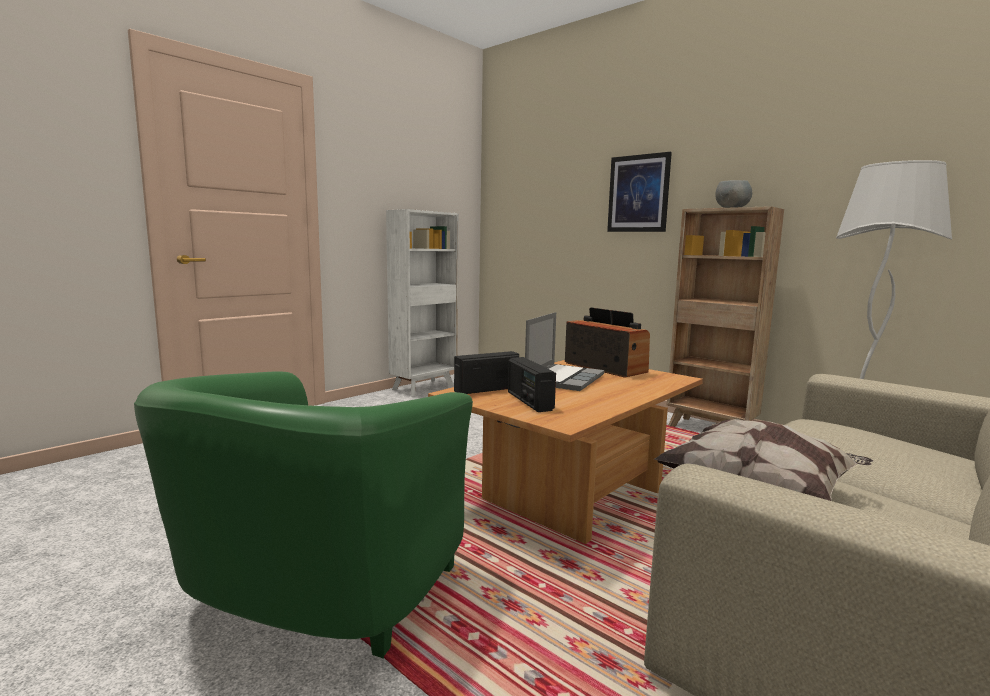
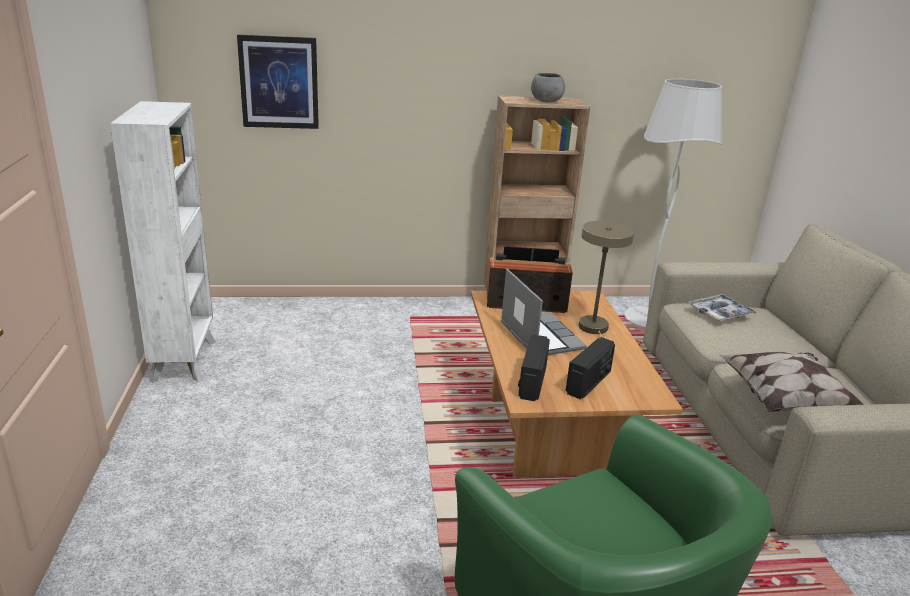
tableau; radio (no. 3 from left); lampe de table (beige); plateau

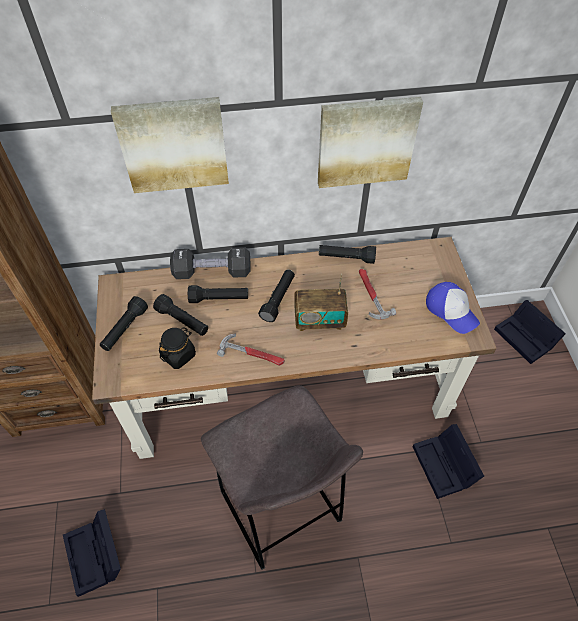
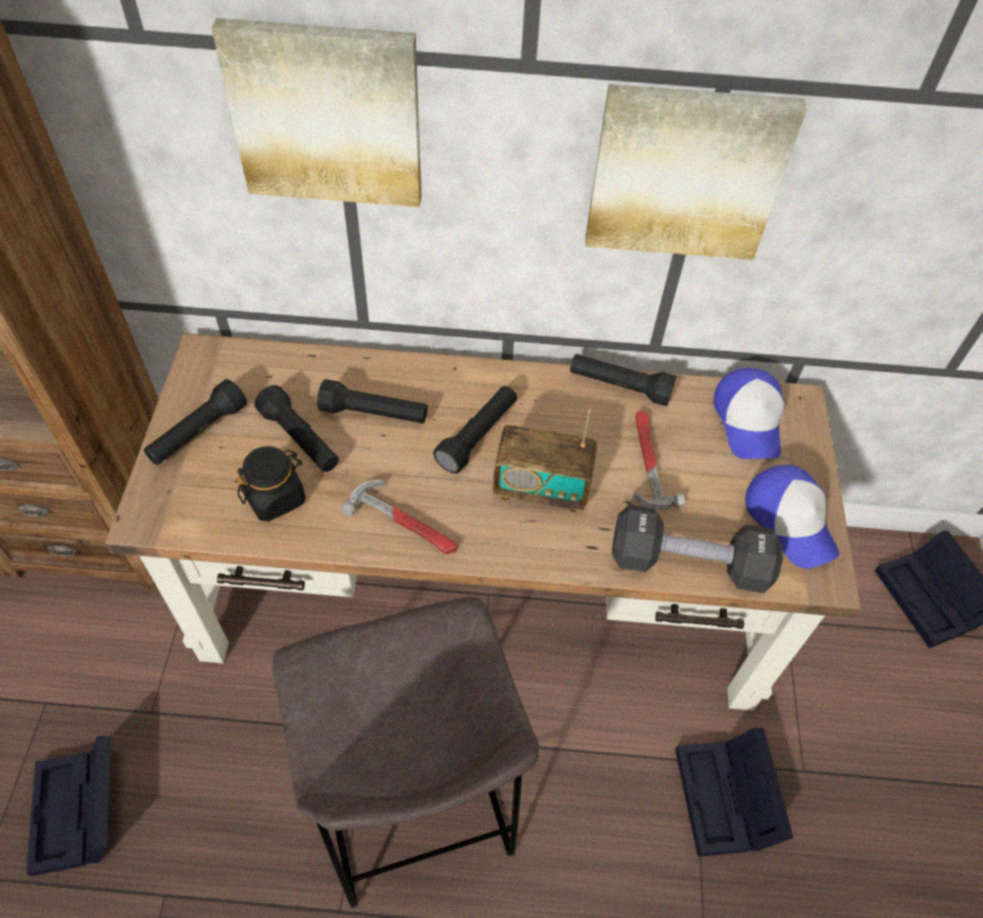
haltère (noir); casquette (no. 1 from left)

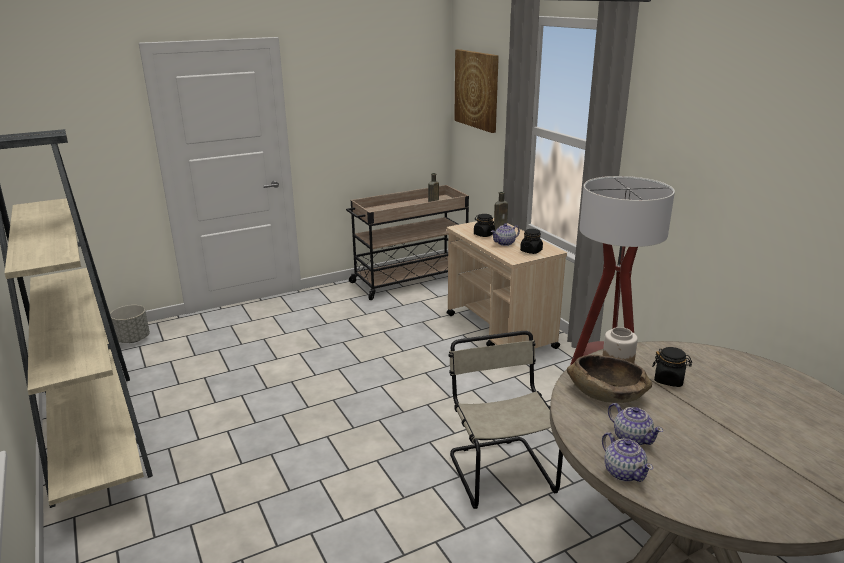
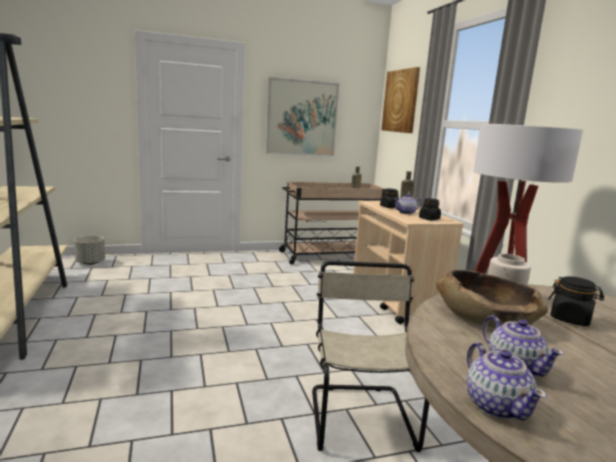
tableau (no. 1 from left)

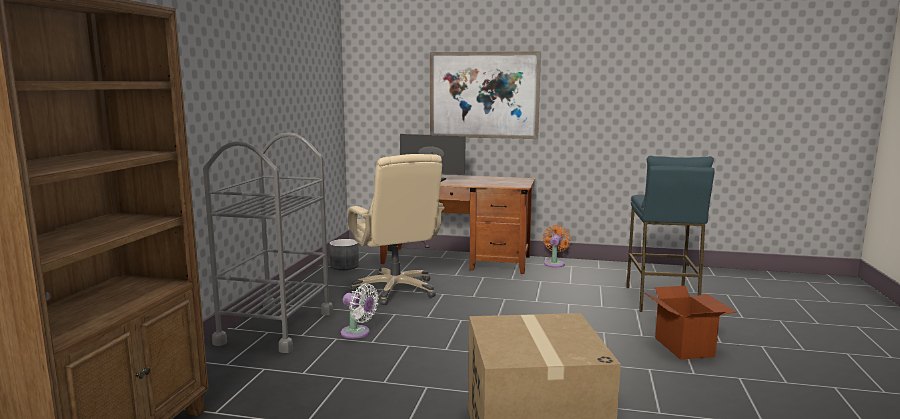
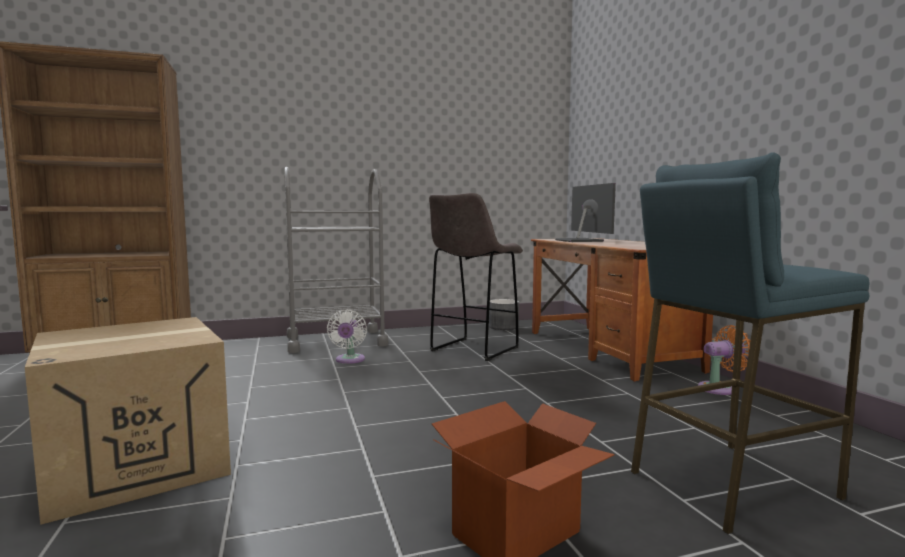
tableau; tabouret (gris)

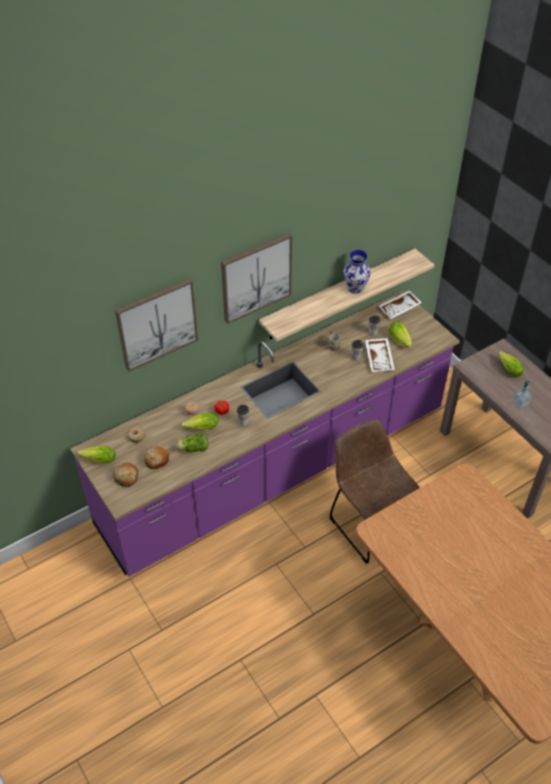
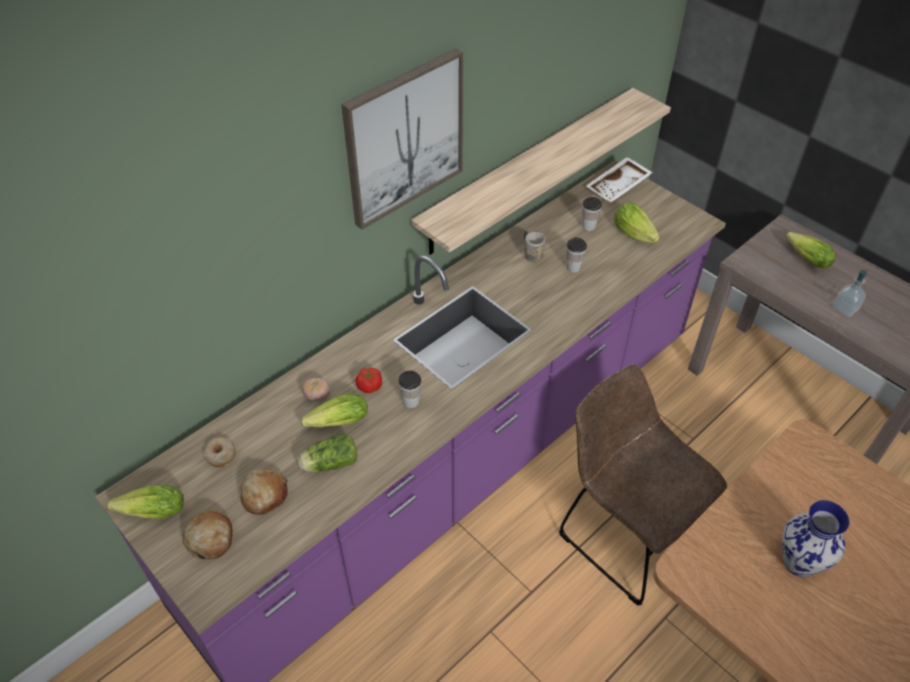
vase; tableau (no. 1 from left in the first image); plateau (blanc) (no. 1 from left in the first image)

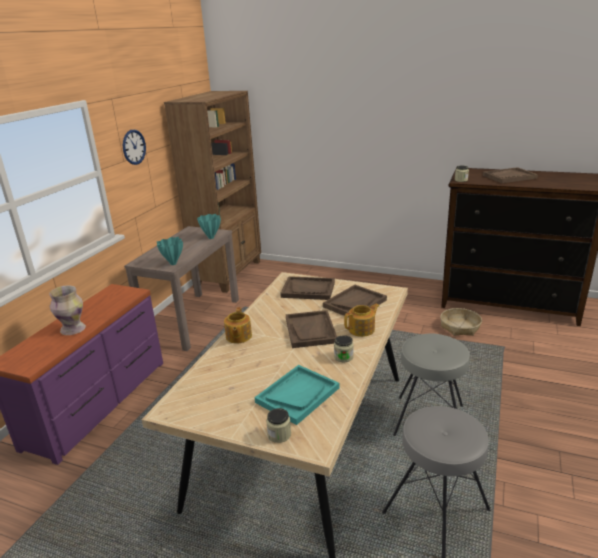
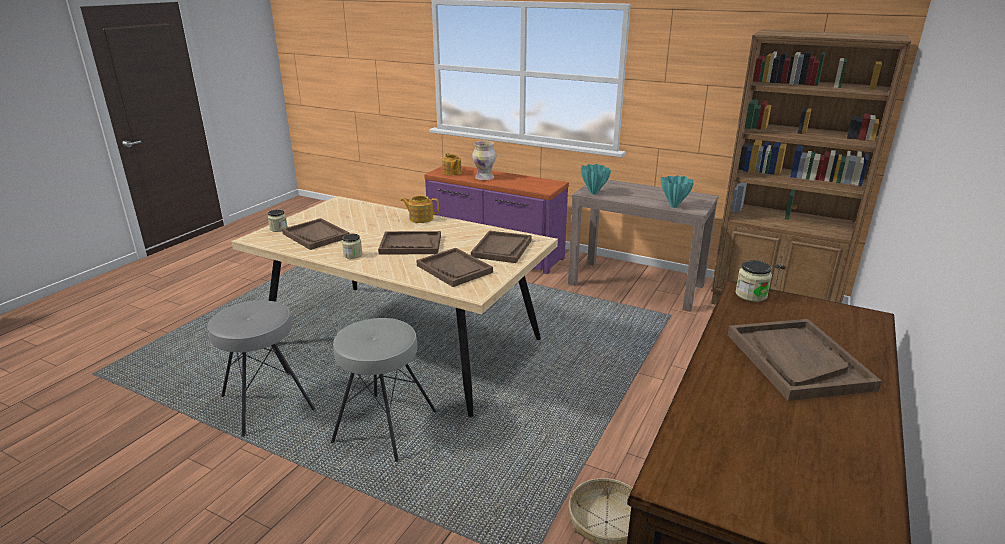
horloge murale; théière (no. 2 from left); plateau (marron) (no. 1 from left)

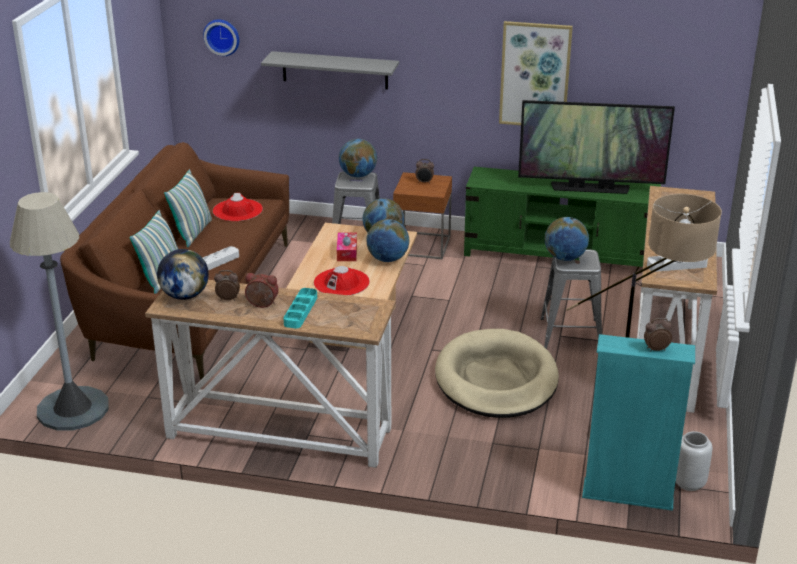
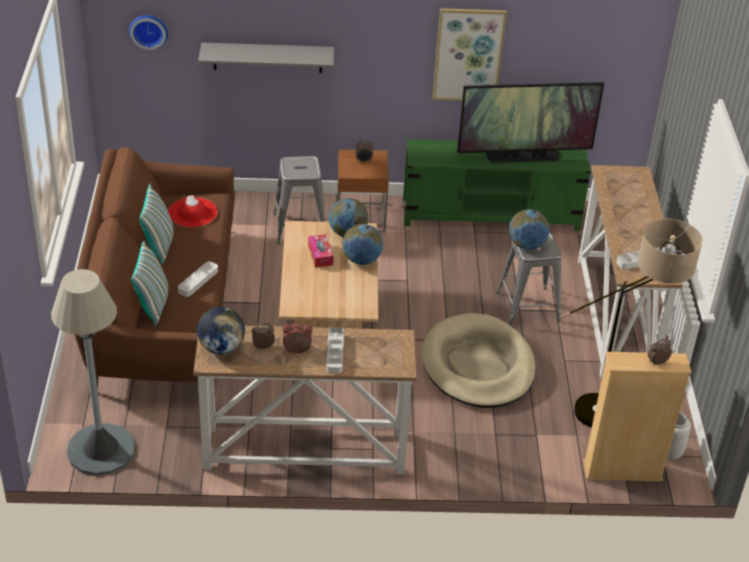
globe (no. 2 from left in the first image); chapeau (rouge) (no. 2 from left in the first image); plateau (gris) (no. 2 from left); bibliothèque (beige)

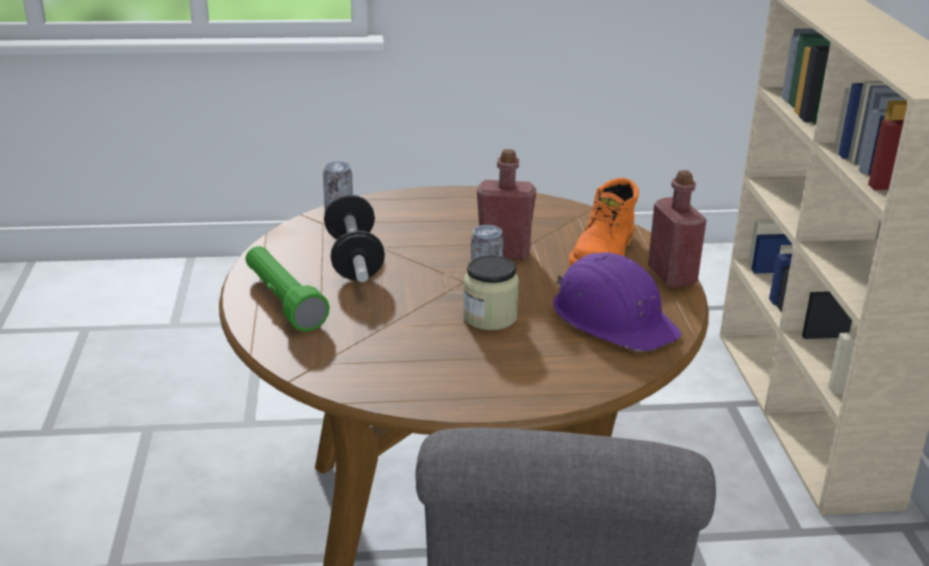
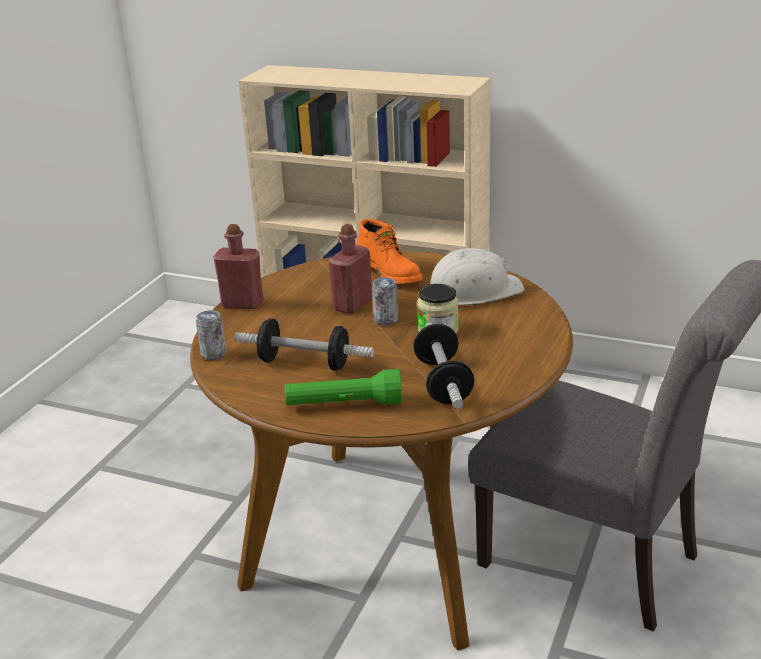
bouteille (rouge) (no. 1 from left); casque de chantier (blanc); haltère (no. 2 from left)

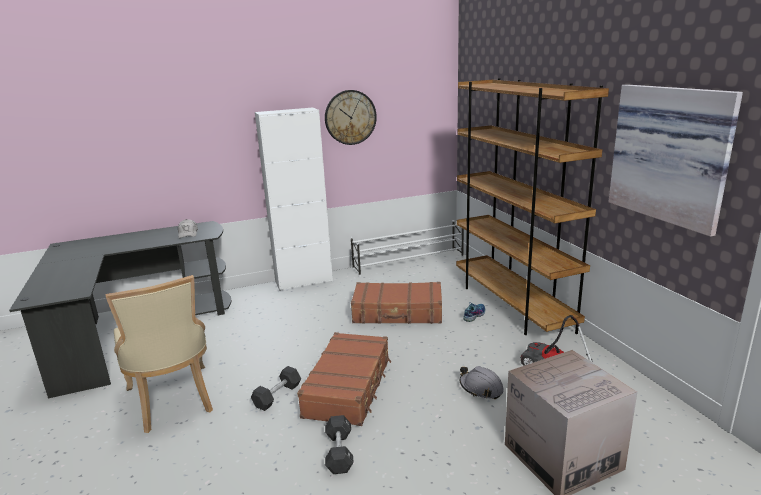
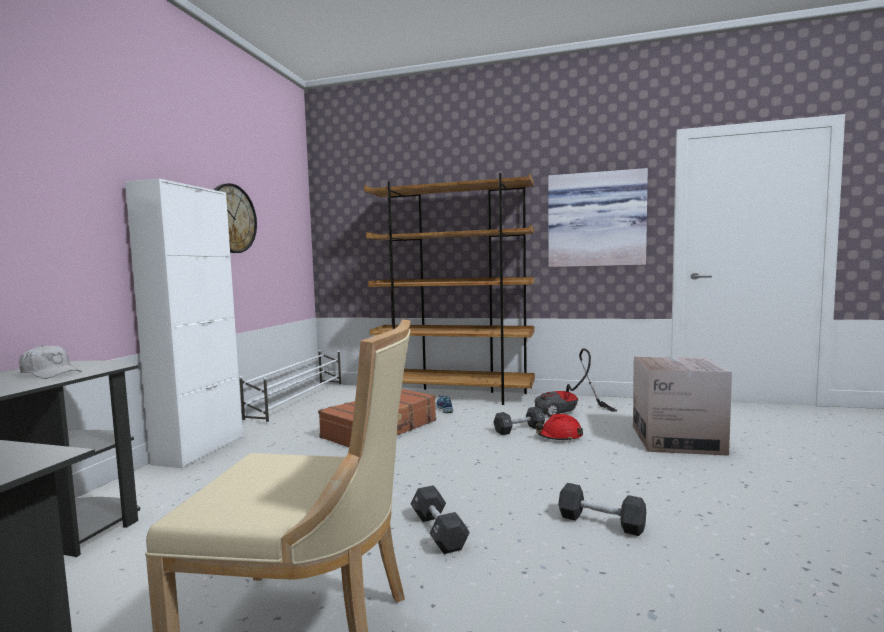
valise (marron) (no. 1 from left in the first image); casque de chantier (rouge); haltère (noir) (no. 2 from left)

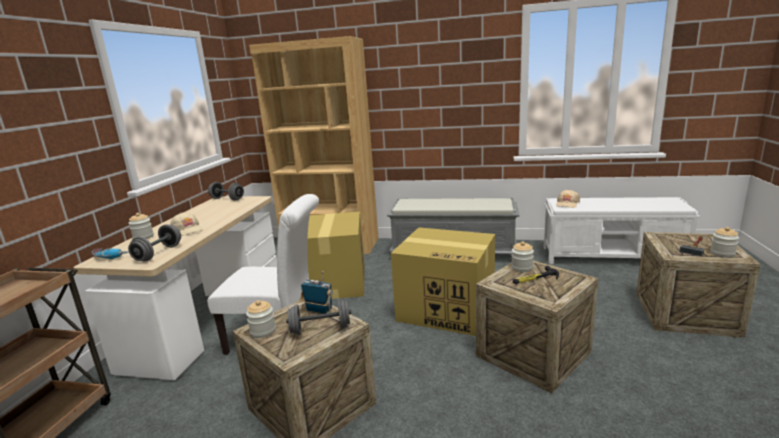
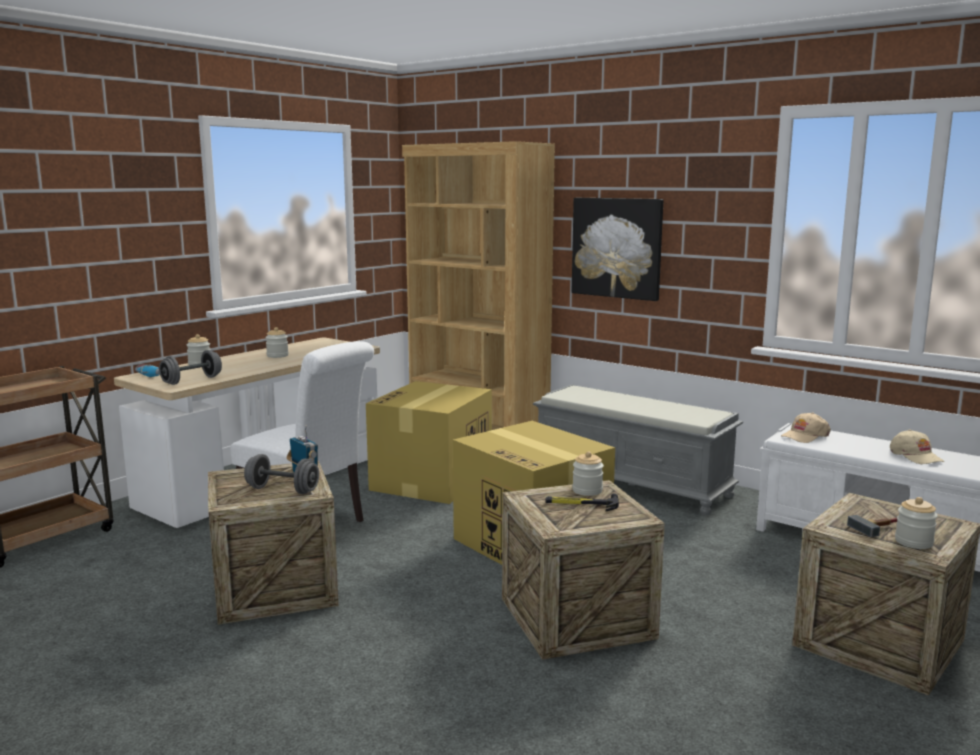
haltère (gris) (no. 2 from left in the first image); casquette (beige) (no. 2 from left); bocal (no. 2 from left); tableau

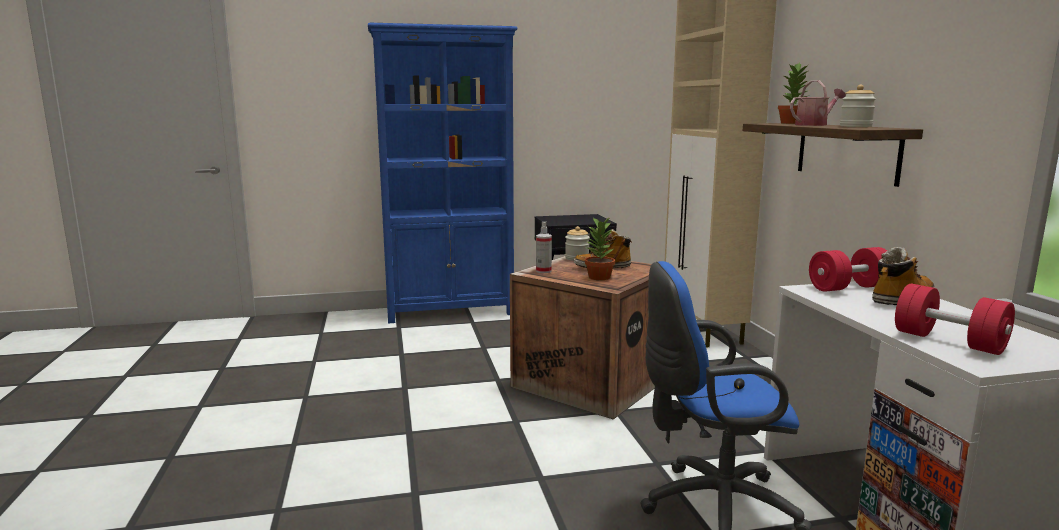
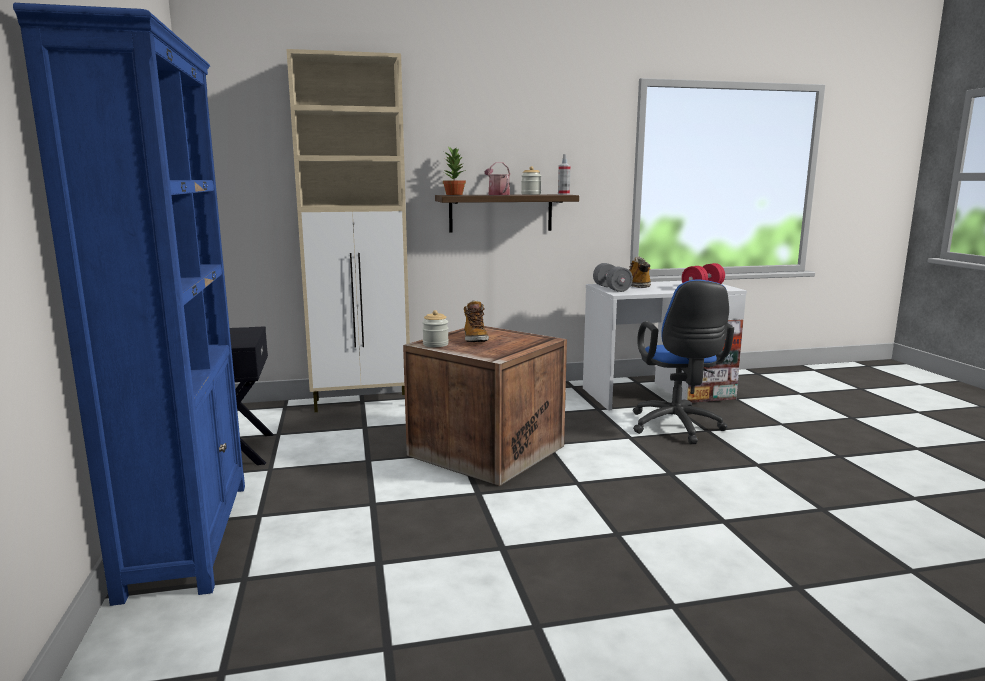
plante en pot (no. 1 from left in the first image); vaporisateur; haltère (gris)

